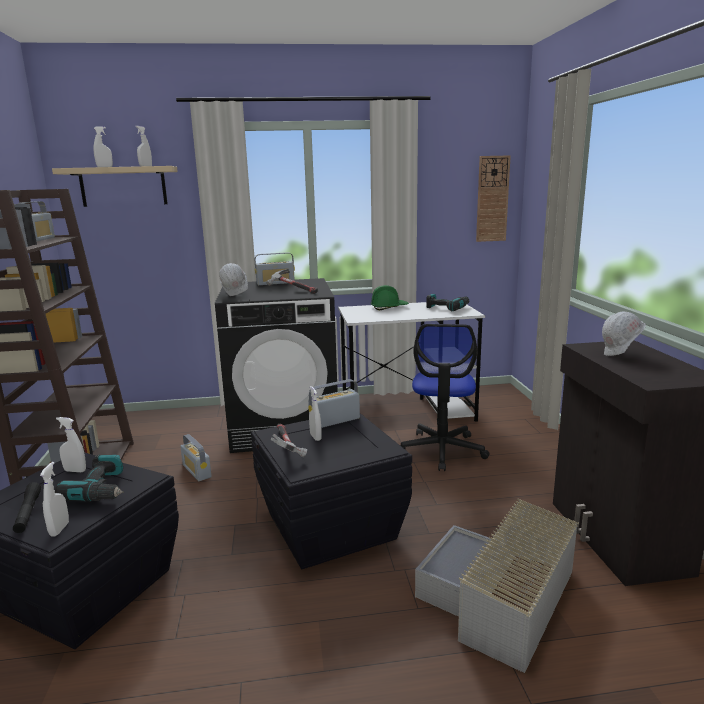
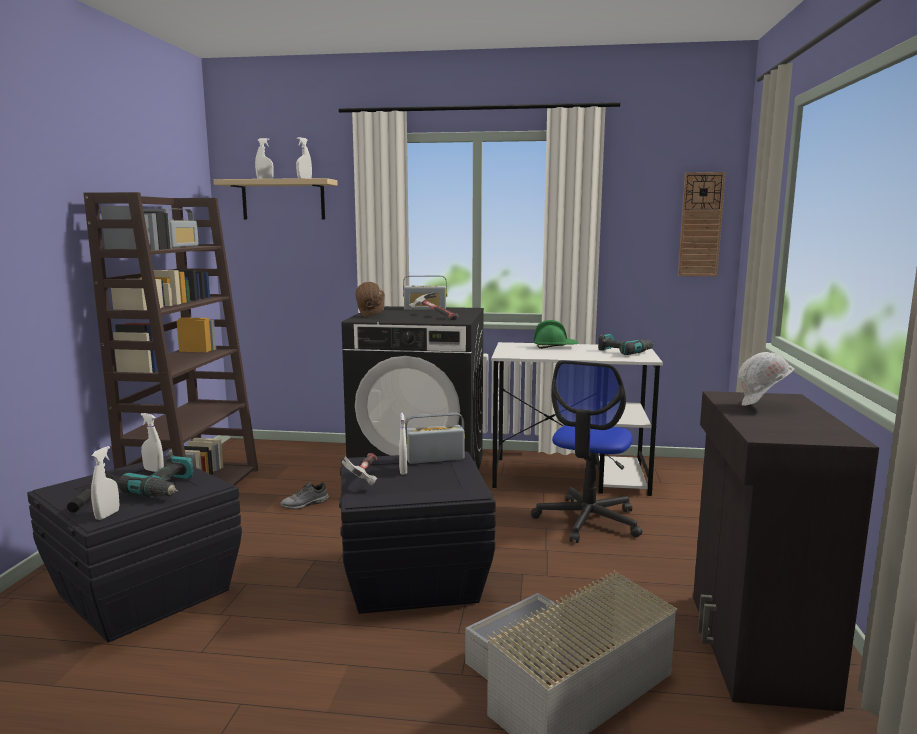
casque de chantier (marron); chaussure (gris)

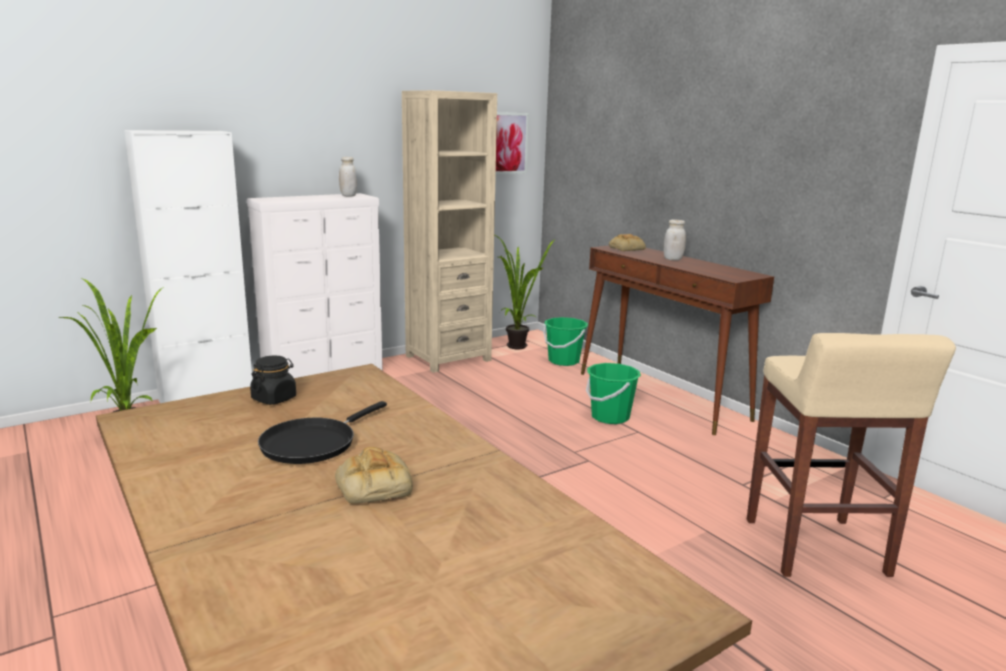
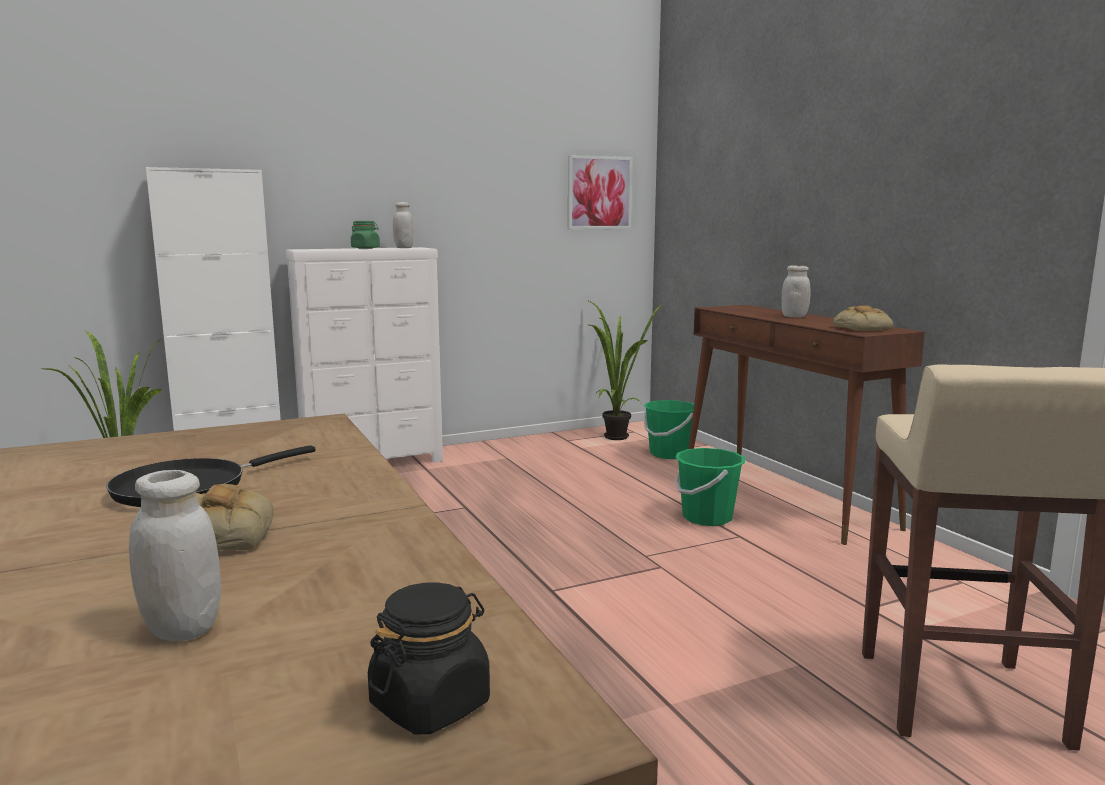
bibliothèque (beige); pain (no. 2 from left); bocal (noir); bocal (vert); bocal (blanc) (no. 1 from left)

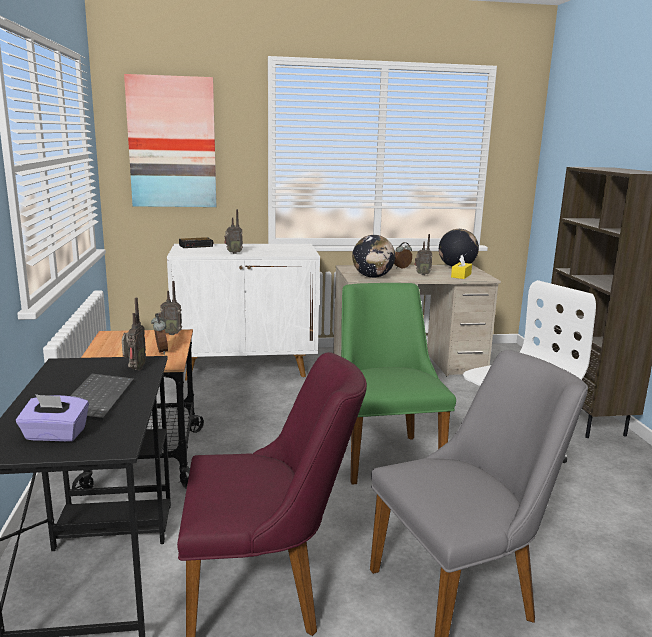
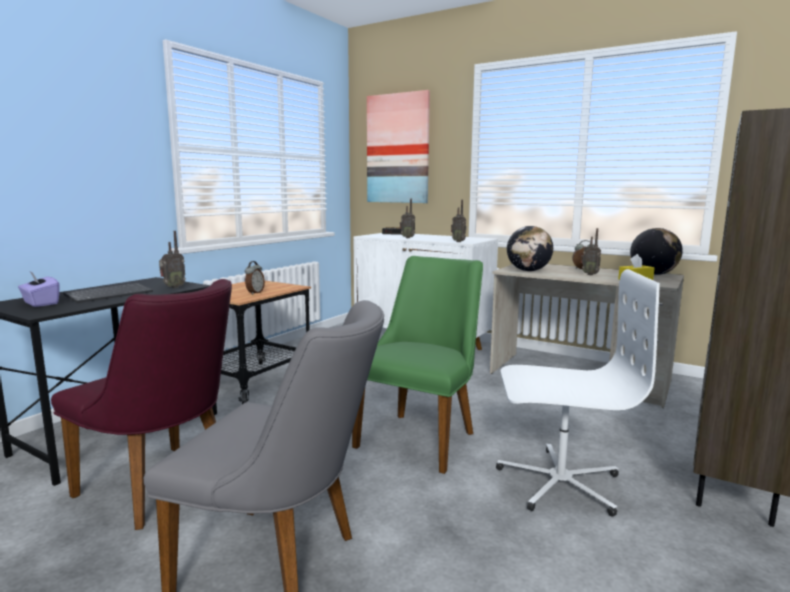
radio (no. 3 from left)

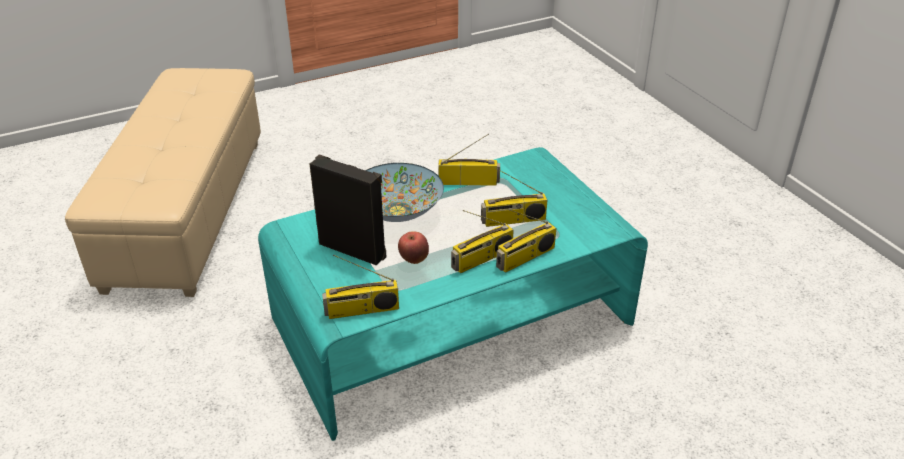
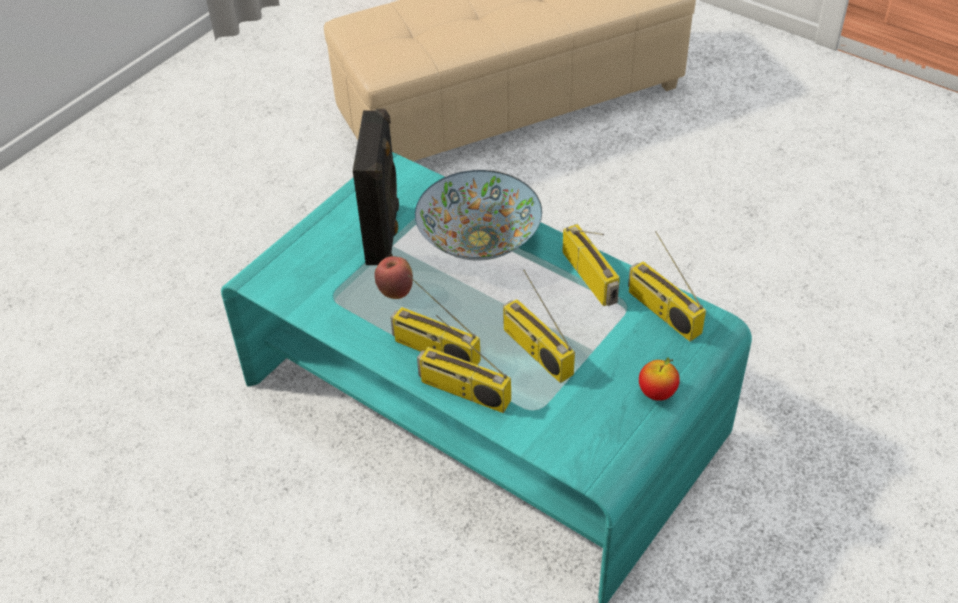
radio (no. 5 from left); pomme (no. 2 from left)

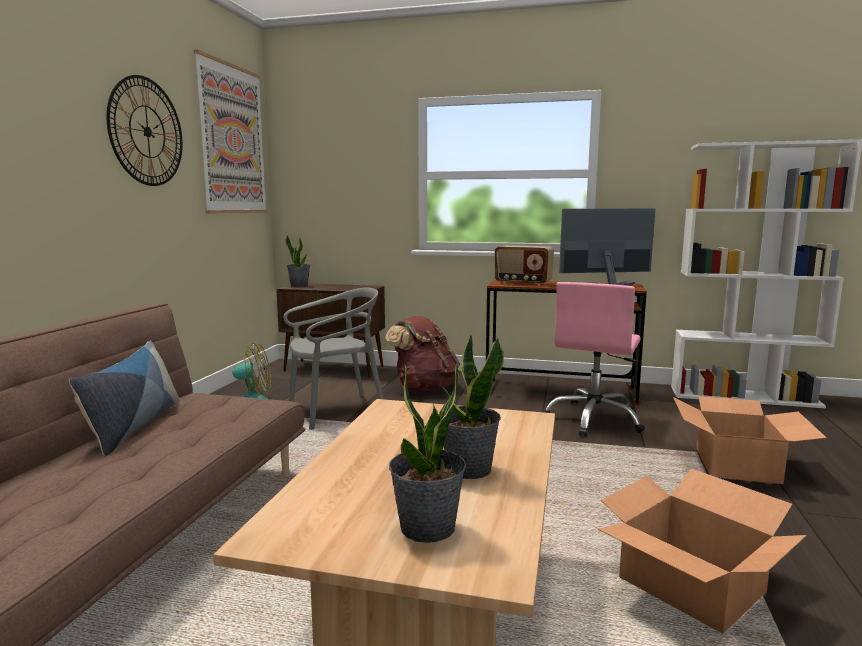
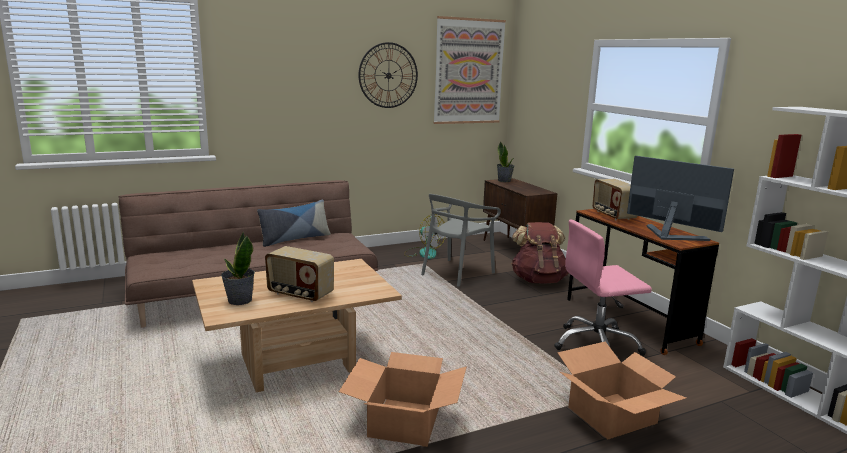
chaise (gris); radio (no. 1 from left)

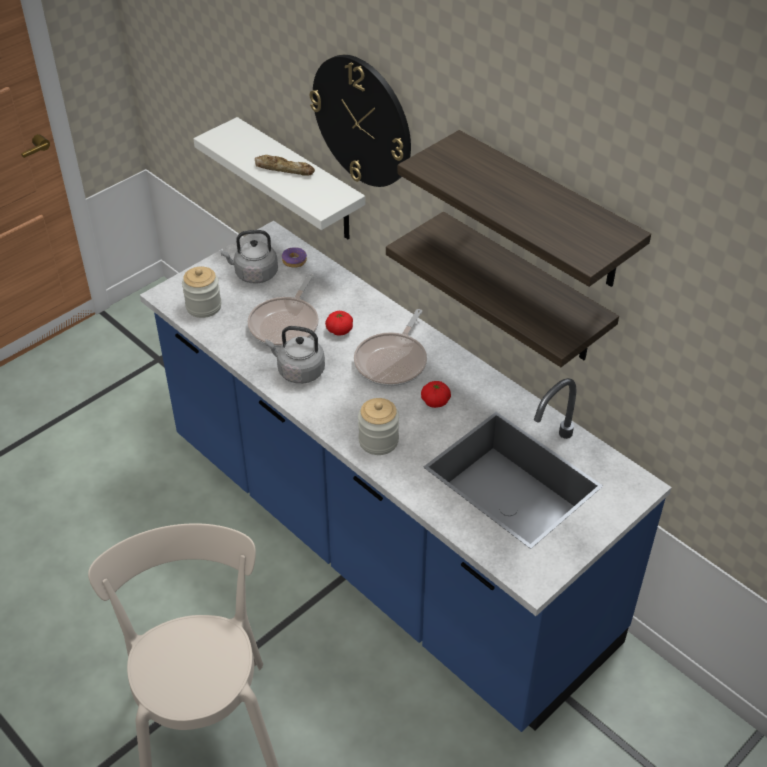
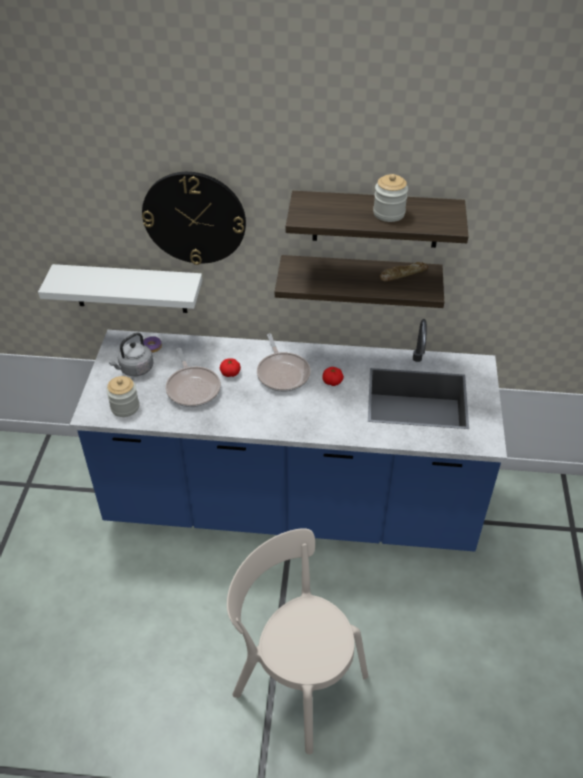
pain; bouilloire (gris) (no. 2 from left in the first image); bocal (no. 2 from left)

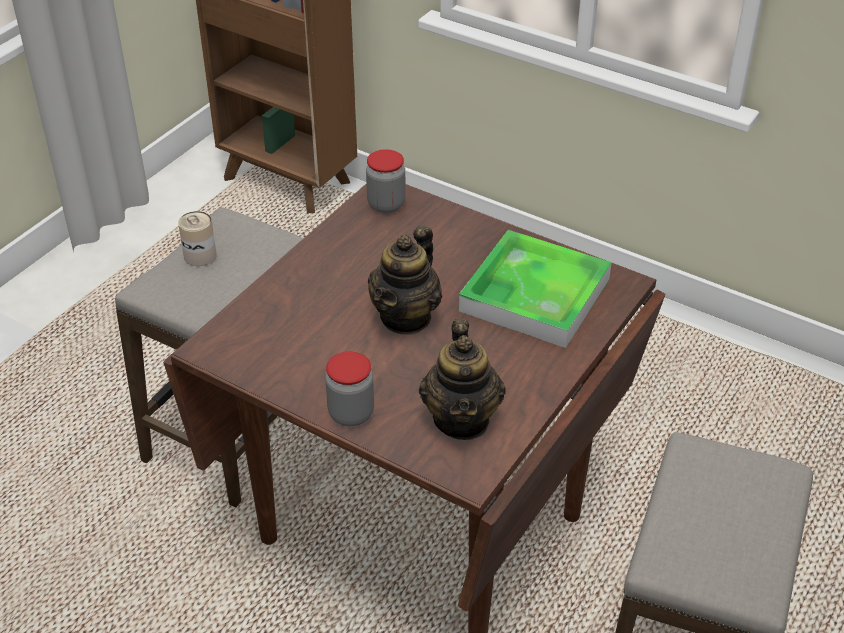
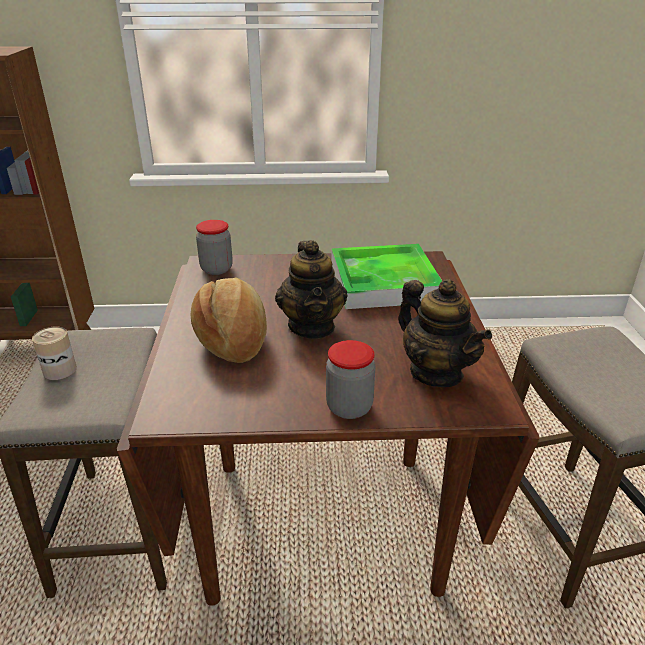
pain

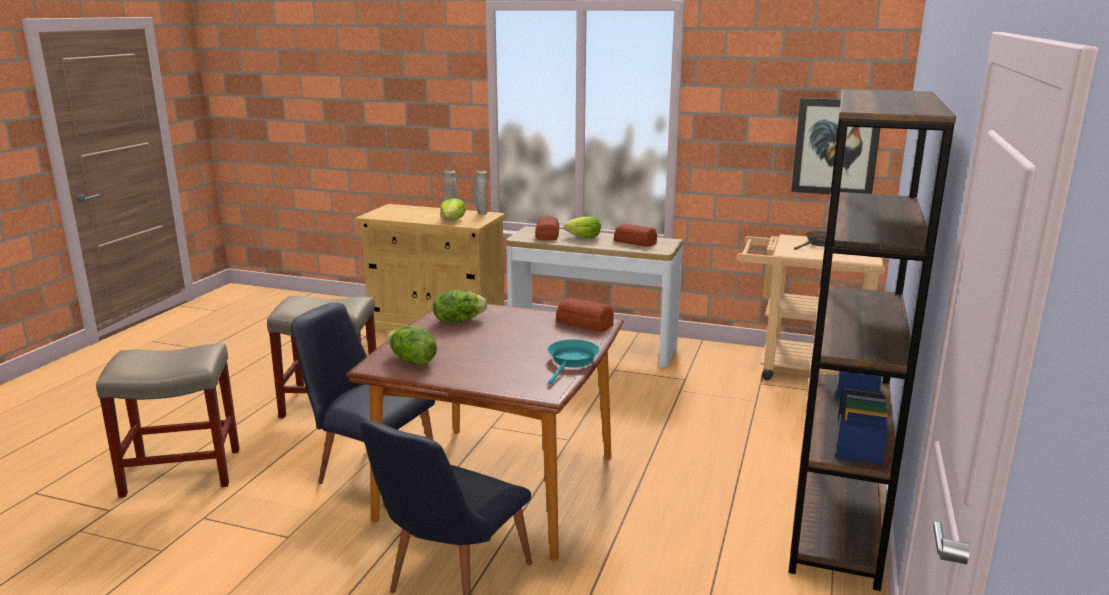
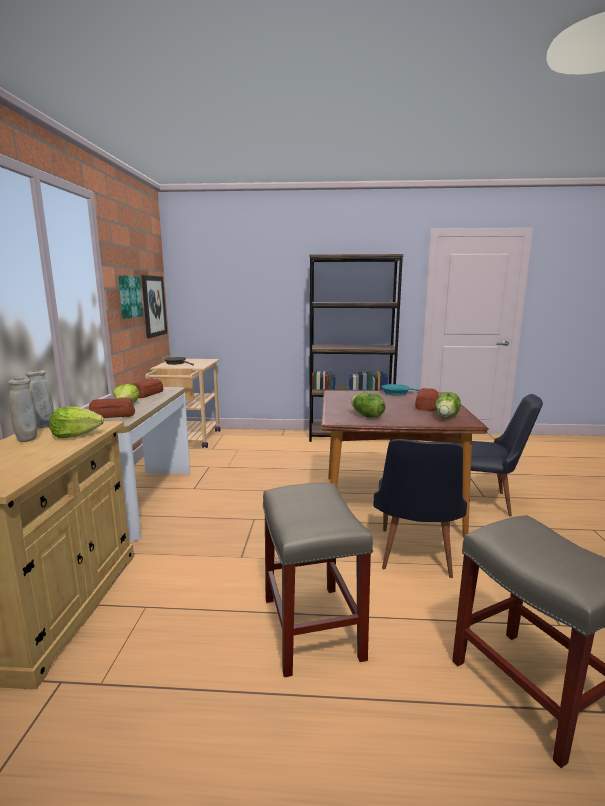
pain (no. 3 from left); tableau (no. 1 from left)

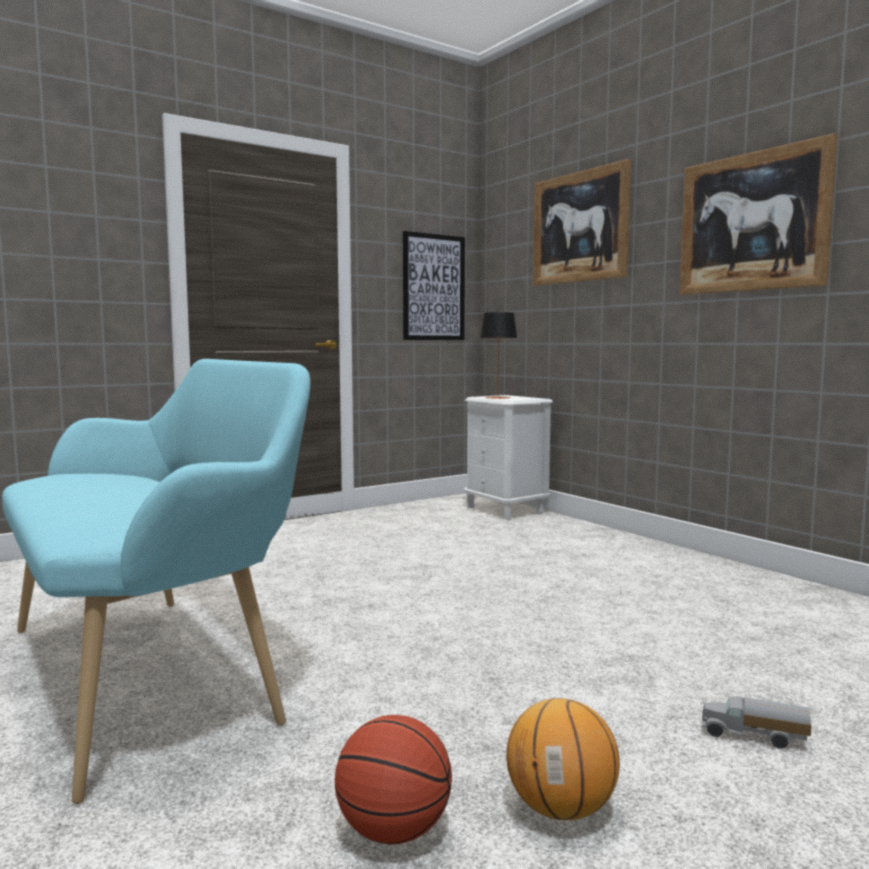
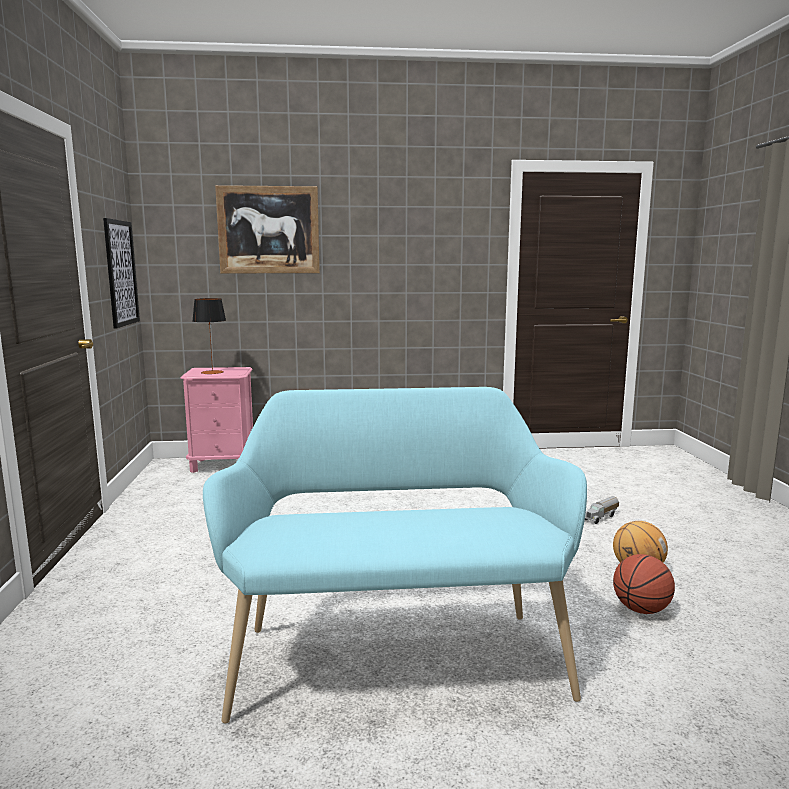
tableau (no. 3 from left in the first image); table de chevet (rose)

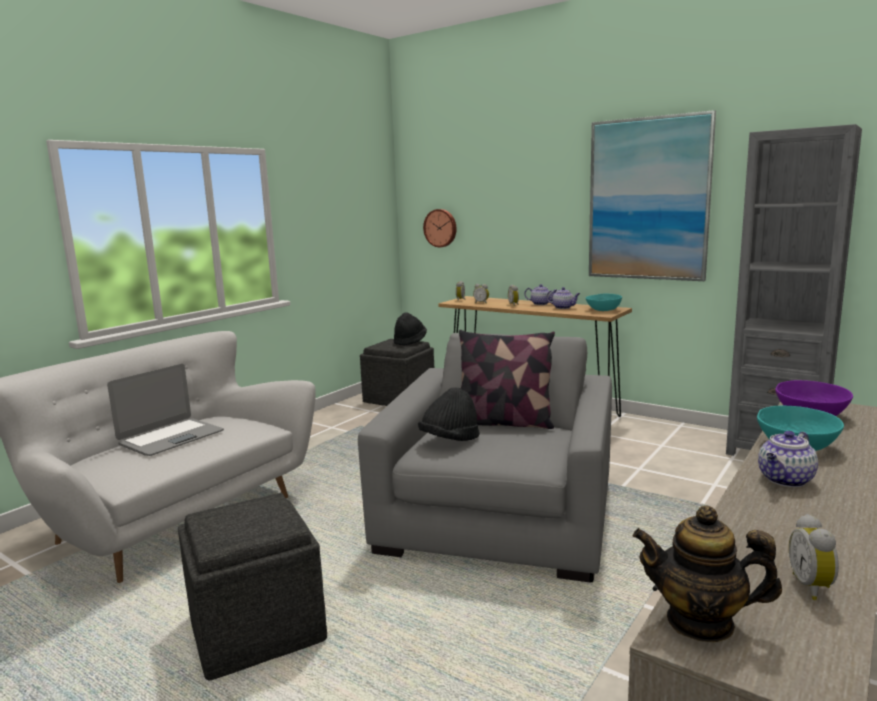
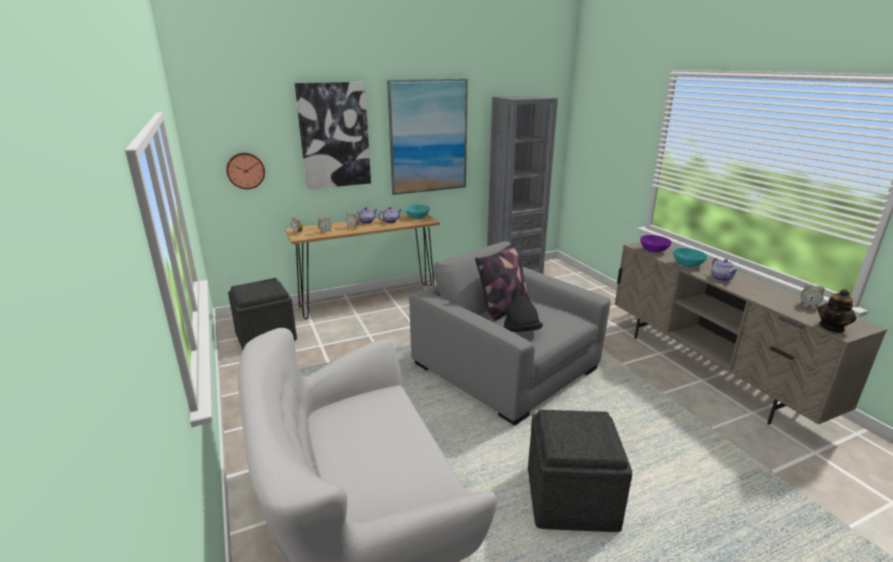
chapeau (noir) (no. 1 from left in the first image); ordinateur portable; tableau (no. 1 from left)

